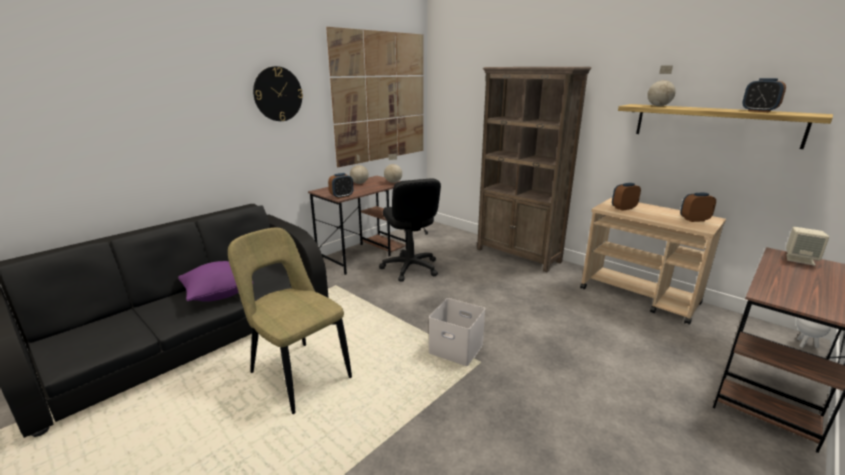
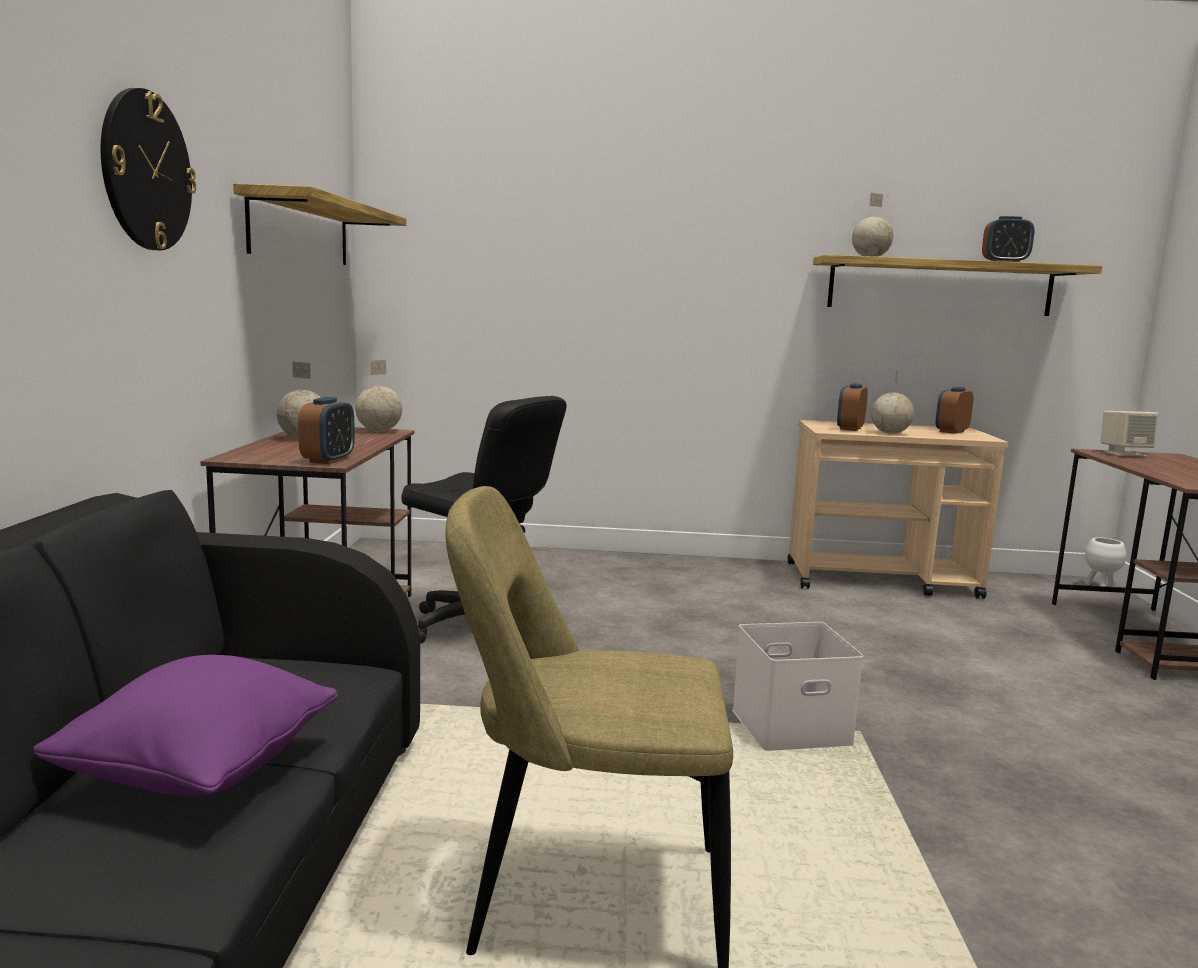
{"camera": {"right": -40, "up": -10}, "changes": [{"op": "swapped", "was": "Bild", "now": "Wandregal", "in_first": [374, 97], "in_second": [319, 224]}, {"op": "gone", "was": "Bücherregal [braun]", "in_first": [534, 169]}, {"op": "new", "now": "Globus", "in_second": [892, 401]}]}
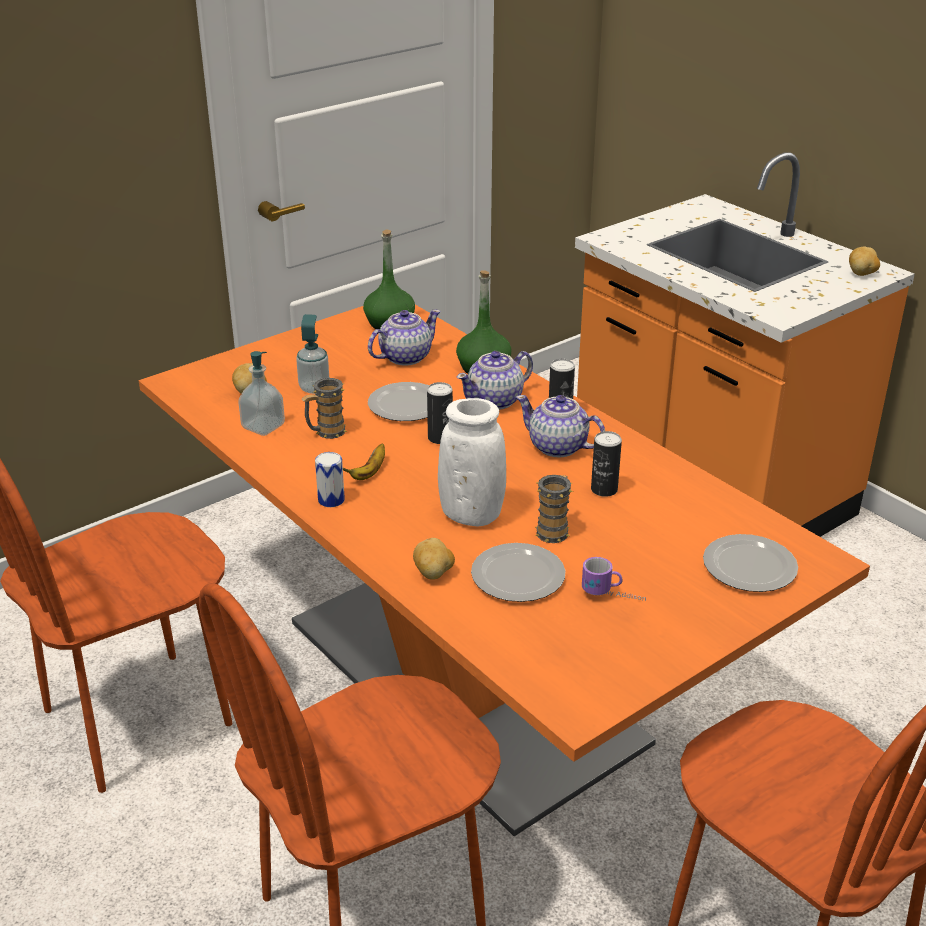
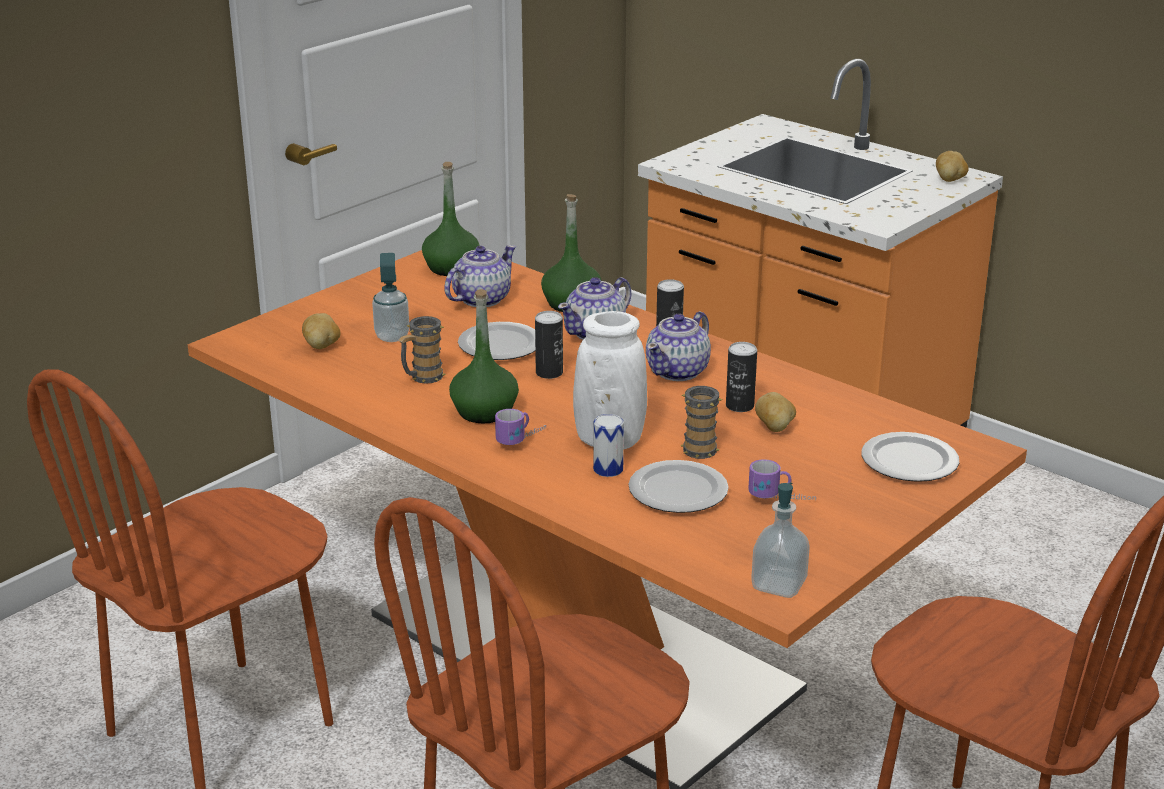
{"camera": {"right": -10, "up": -5}, "changes": [{"op": "shifted", "was": "Seifenspender", "in_first": [261, 393], "in_second": [780, 540]}, {"op": "rotated", "was": "Teekanne", "in_first": [560, 426], "in_second": [678, 346], "clockwise": -75}, {"op": "swapped", "was": "Banane", "now": "Flasche [grün]", "in_first": [364, 461], "in_second": [484, 356]}, {"op": "shifted", "was": "Dose", "in_first": [330, 479], "in_second": [608, 445]}, {"op": "shifted", "was": "Kartoffel", "in_first": [434, 559], "in_second": [775, 412]}, {"op": "new", "now": "Henkelbecher", "in_second": [520, 427]}]}
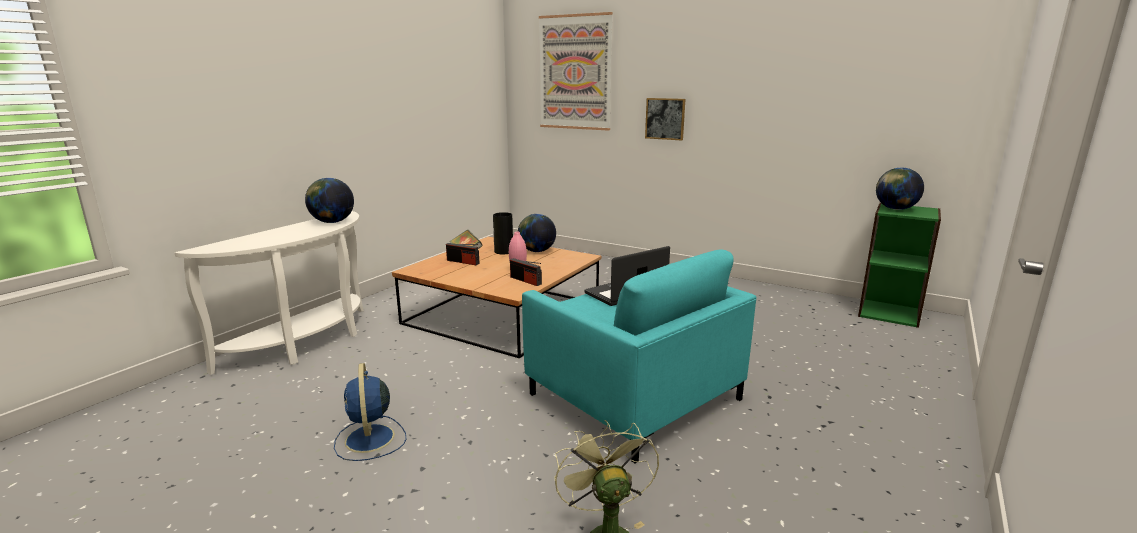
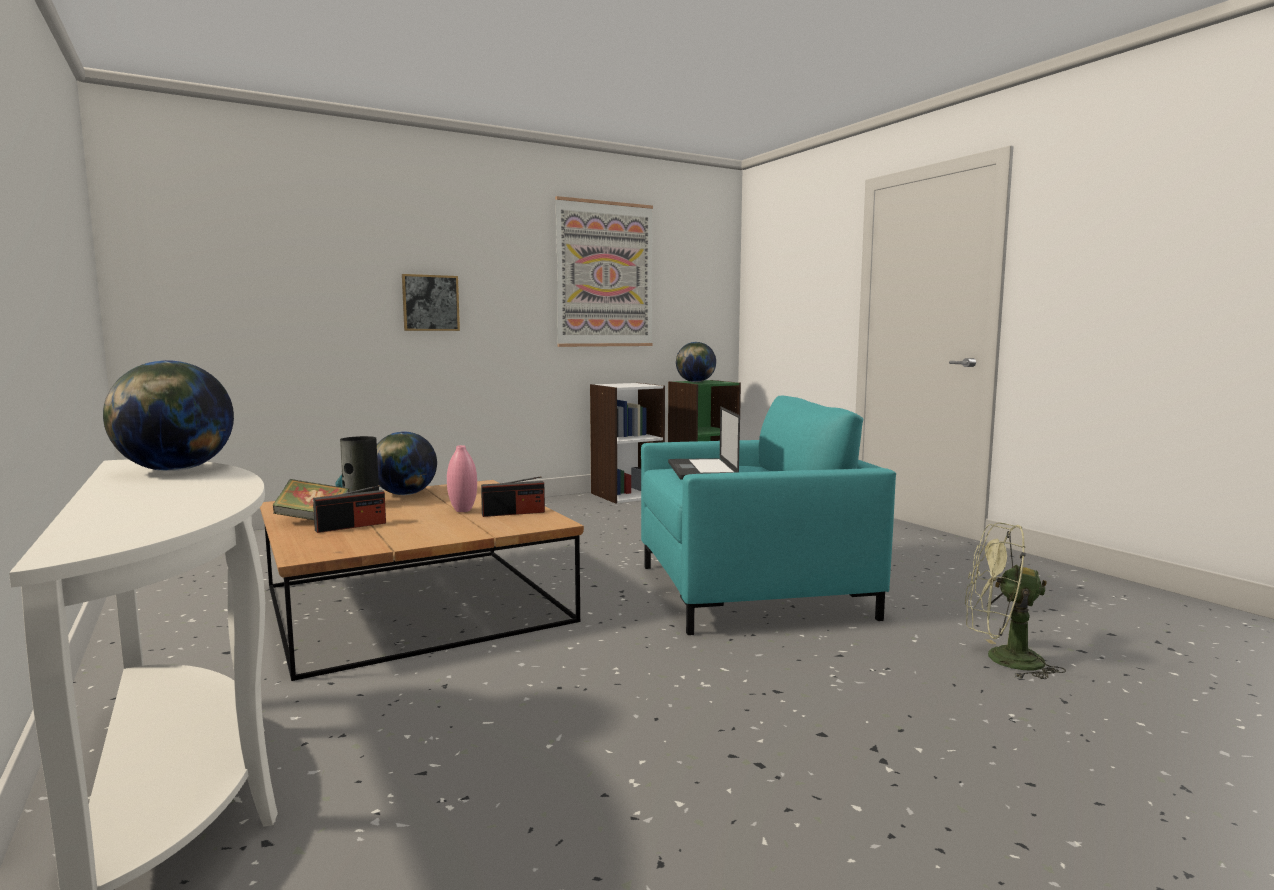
{"camera": {"right": -60, "up": -10}, "changes": [{"op": "shifted", "was": "Bild", "in_first": [576, 71], "in_second": [604, 271]}, {"op": "gone", "was": "Ventilator [blau]", "in_first": [370, 412]}, {"op": "new", "now": "Bücherregal [weiß]", "in_second": [627, 443]}]}
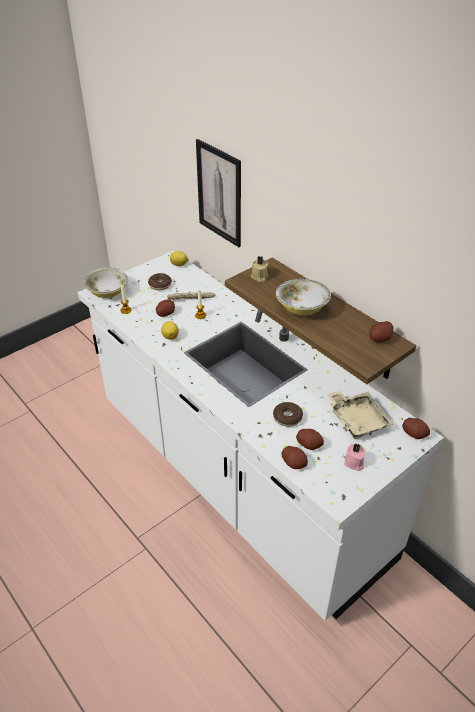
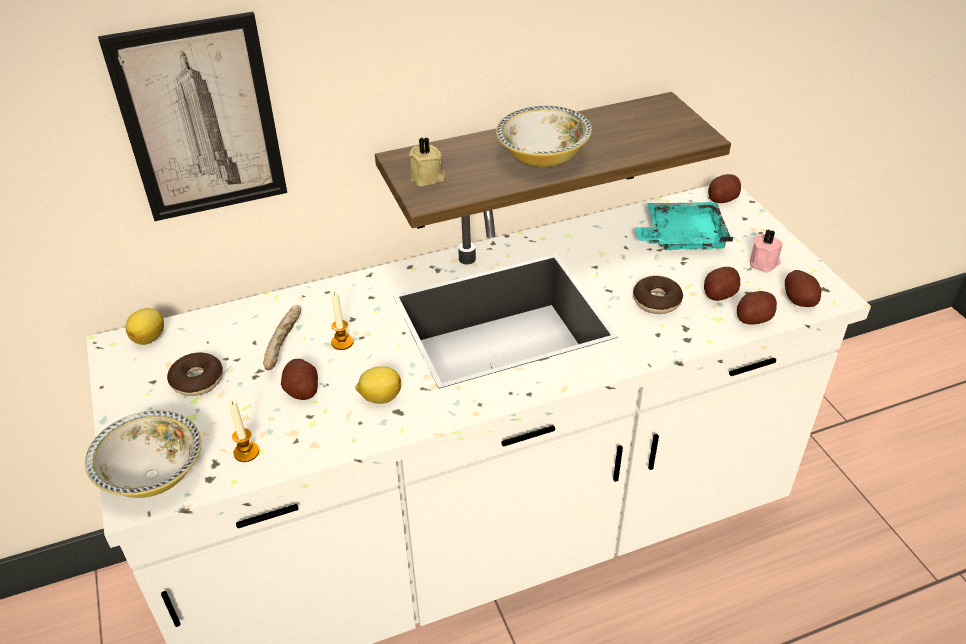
{"camera": {"right": -70, "up": 0}, "changes": [{"op": "shifted", "was": "Kartoffel", "in_first": [381, 331], "in_second": [803, 288]}, {"op": "repainted", "was": "Tablett [beige]", "now": "Tablett [türkis]", "in_first": [360, 415], "in_second": [684, 226]}]}
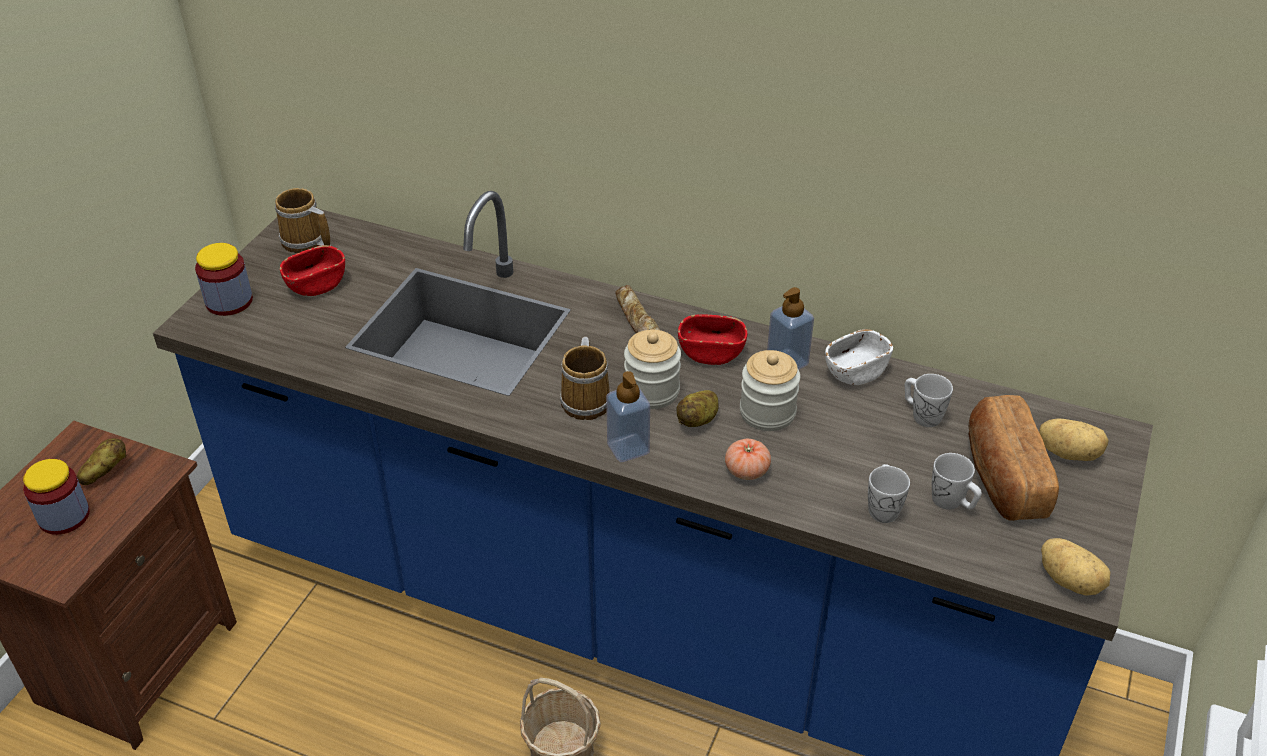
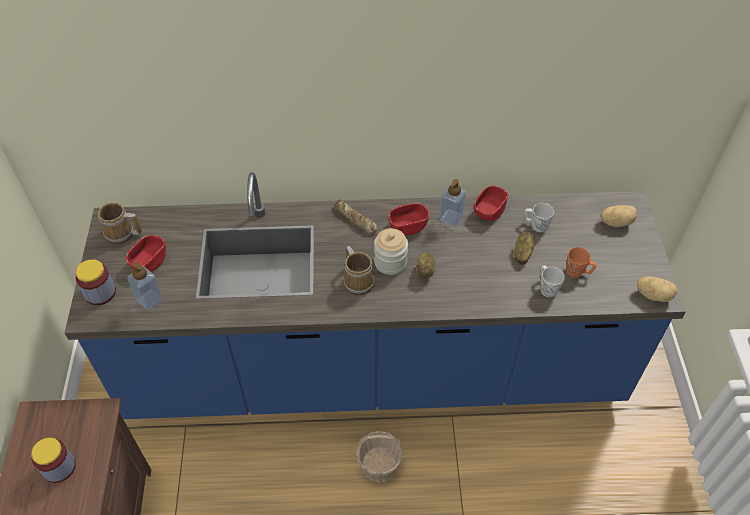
{"camera": {"right": -25, "up": 10}, "changes": [{"op": "repainted", "was": "Schüssel [weiß]", "now": "Schüssel [rot]", "in_first": [859, 357], "in_second": [490, 203]}, {"op": "gone", "was": "Vorratsglas", "in_first": [770, 390]}, {"op": "shifted", "was": "Seifenspender", "in_first": [628, 416], "in_second": [145, 286]}, {"op": "gone", "was": "Brot", "in_first": [1013, 458]}, {"op": "shifted", "was": "Kartoffel", "in_first": [102, 461], "in_second": [524, 248]}, {"op": "gone", "was": "Tomate", "in_first": [748, 459]}, {"op": "repainted", "was": "Henkelbecher [weiß]", "now": "Henkelbecher [orange]", "in_first": [957, 481], "in_second": [581, 262]}]}
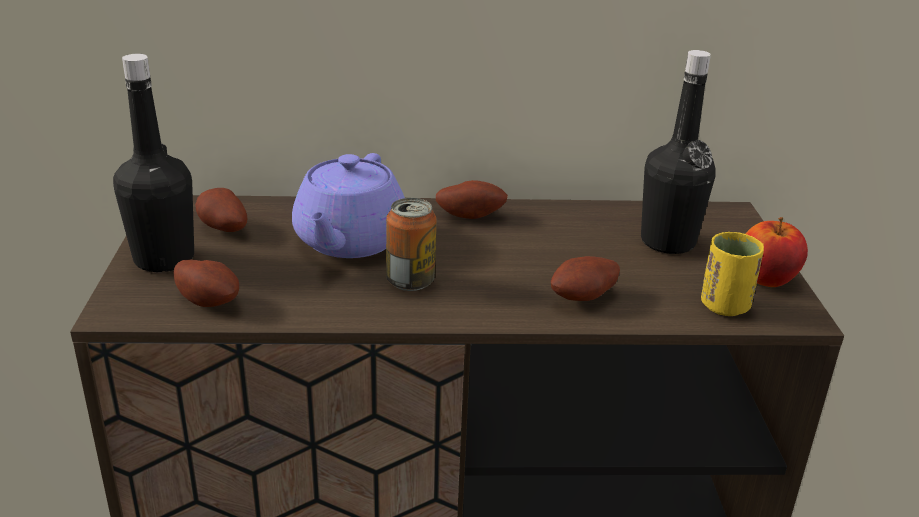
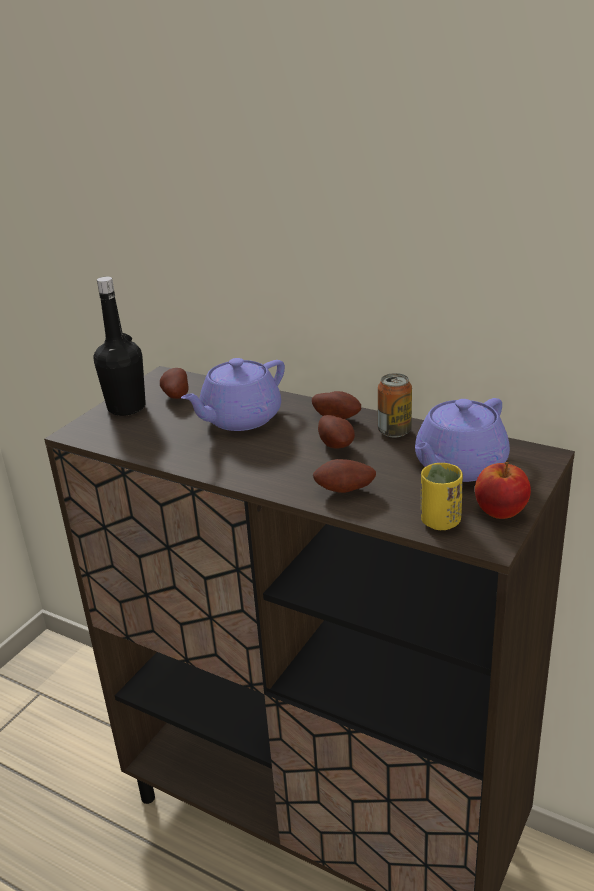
{"camera": {"right": 35, "up": 0}, "changes": [{"op": "swapped", "was": "Flasche [schwarz]", "now": "Teekanne [lila]", "in_first": [678, 152], "in_second": [462, 440]}, {"op": "shifted", "was": "Dose", "in_first": [411, 244], "in_second": [395, 405]}, {"op": "shifted", "was": "Kartoffel", "in_first": [206, 283], "in_second": [336, 432]}]}
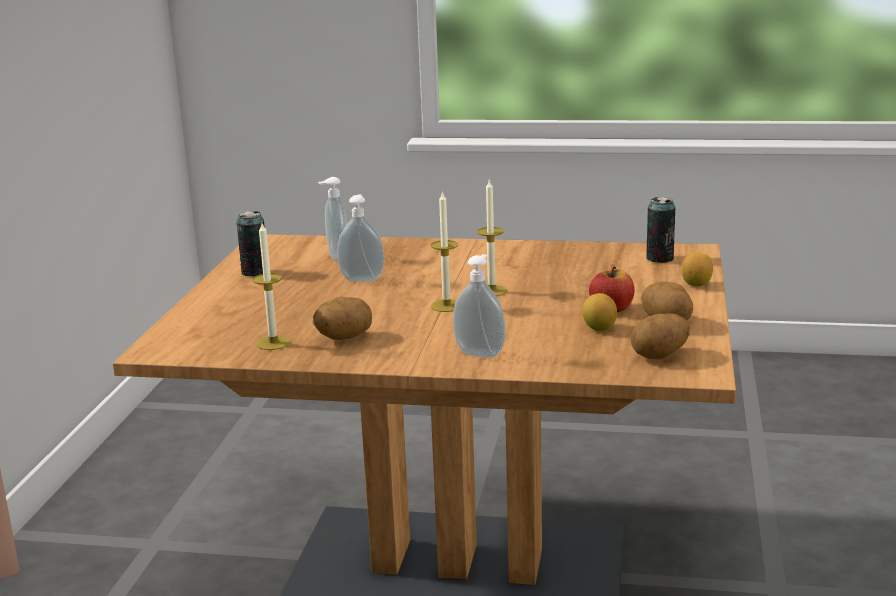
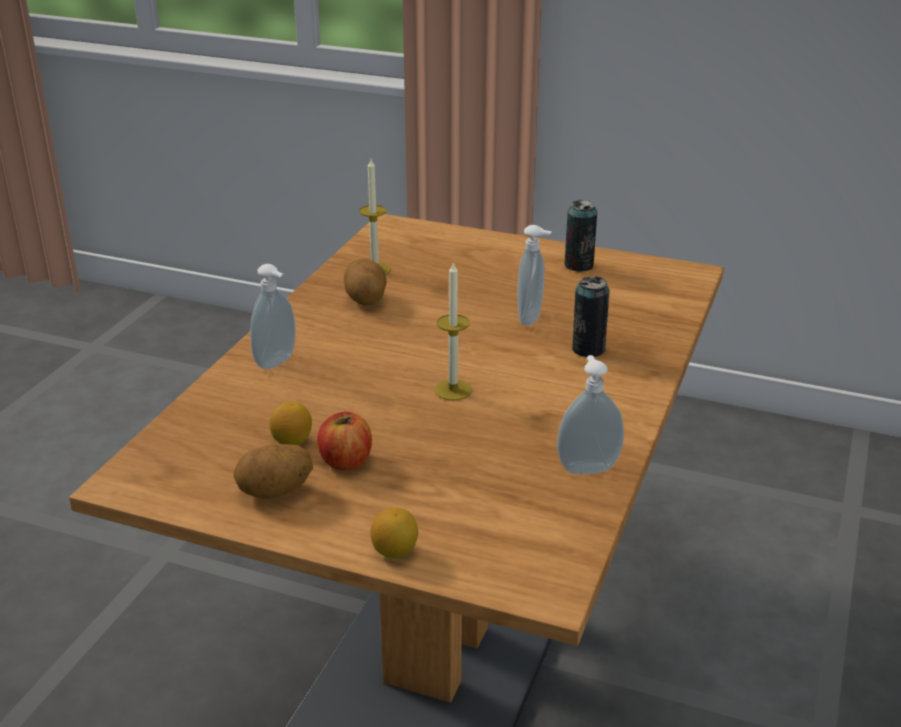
{"camera": {"right": 100, "up": 10}, "changes": [{"op": "shifted", "was": "Seifenspender", "in_first": [332, 219], "in_second": [590, 414]}, {"op": "gone", "was": "Kerze", "in_first": [444, 251]}, {"op": "shifted", "was": "Dose", "in_first": [660, 230], "in_second": [591, 316]}, {"op": "gone", "was": "Kartoffel", "in_first": [660, 336]}]}
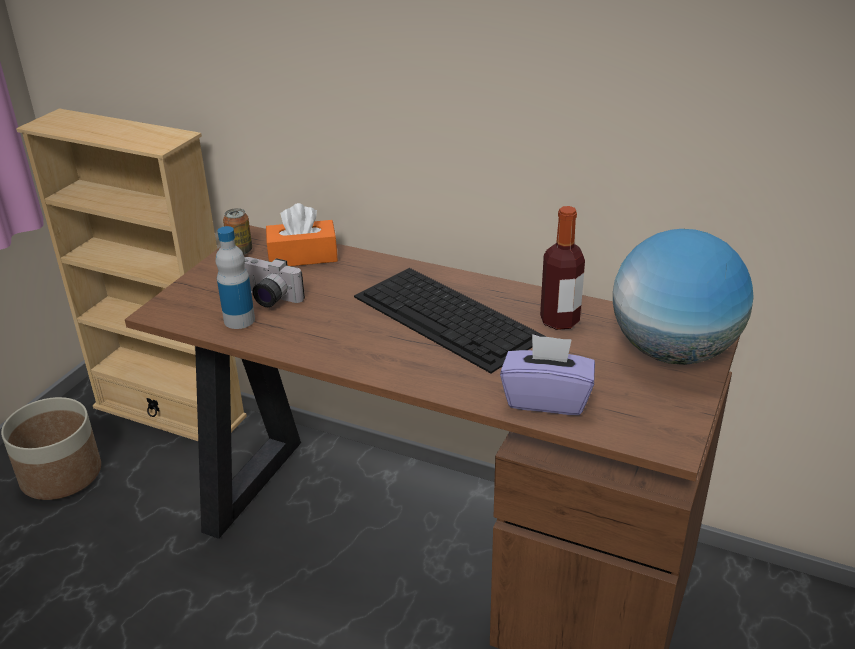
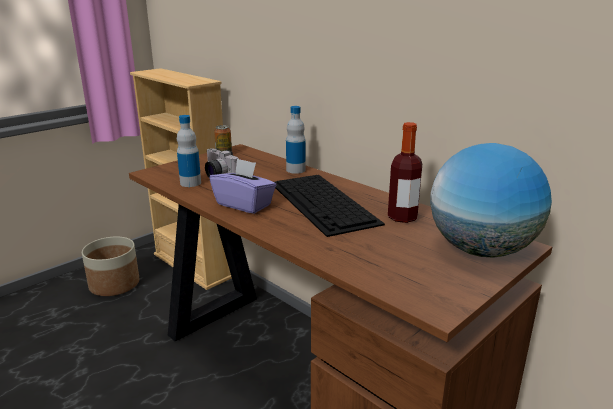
{"camera": {"right": 20, "up": -10}, "changes": [{"op": "gone", "was": "Taschentuchbox [orange]", "in_first": [302, 234]}, {"op": "shifted", "was": "Taschentuchbox [lila]", "in_first": [547, 374], "in_second": [242, 186]}, {"op": "new", "now": "Flasche", "in_second": [296, 140]}]}
